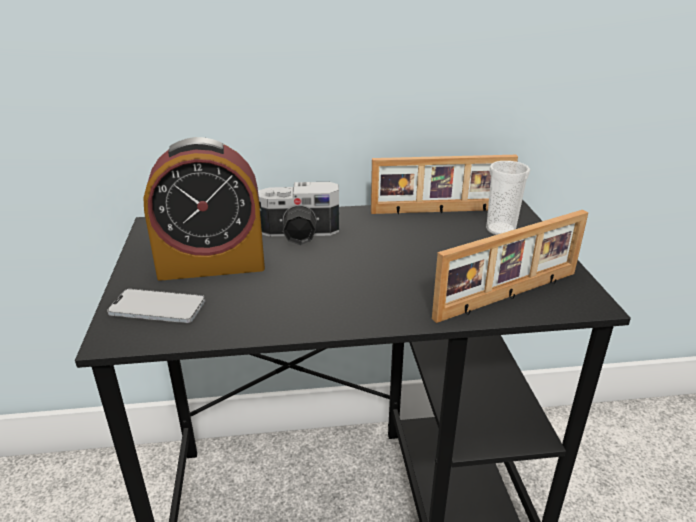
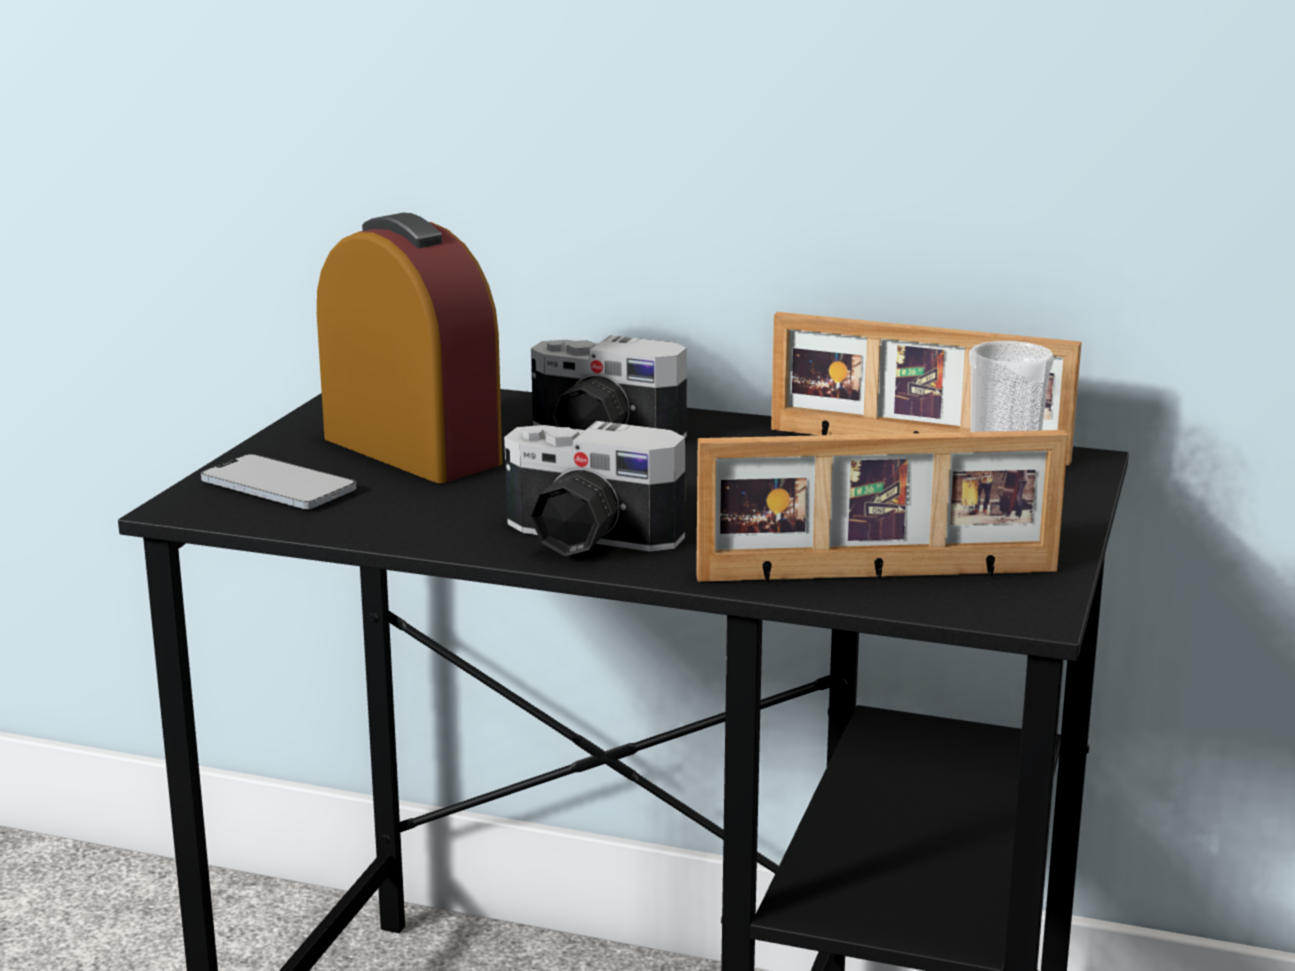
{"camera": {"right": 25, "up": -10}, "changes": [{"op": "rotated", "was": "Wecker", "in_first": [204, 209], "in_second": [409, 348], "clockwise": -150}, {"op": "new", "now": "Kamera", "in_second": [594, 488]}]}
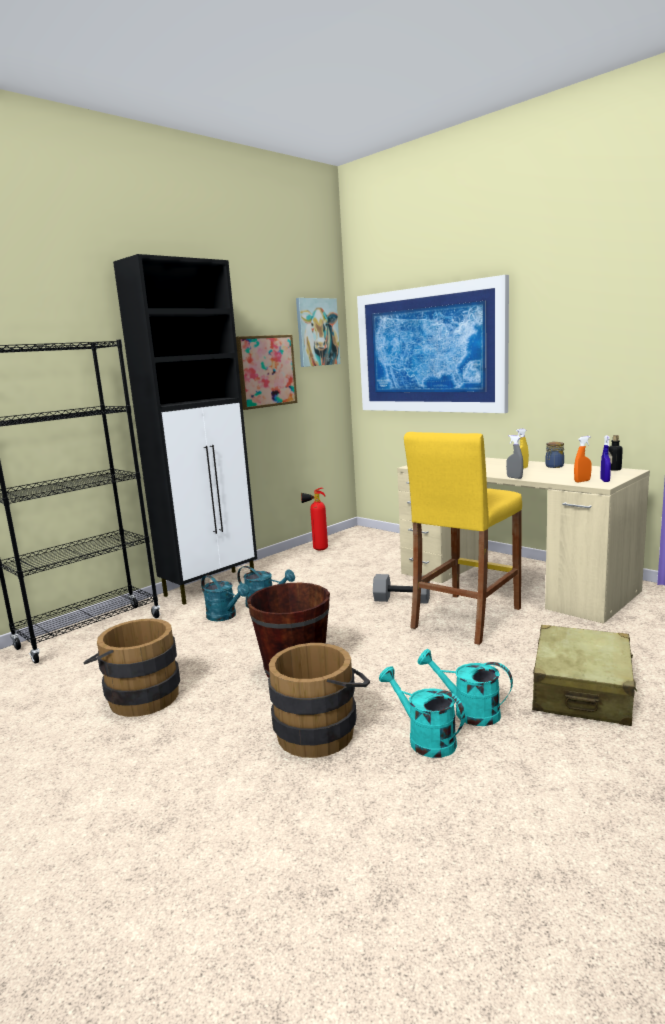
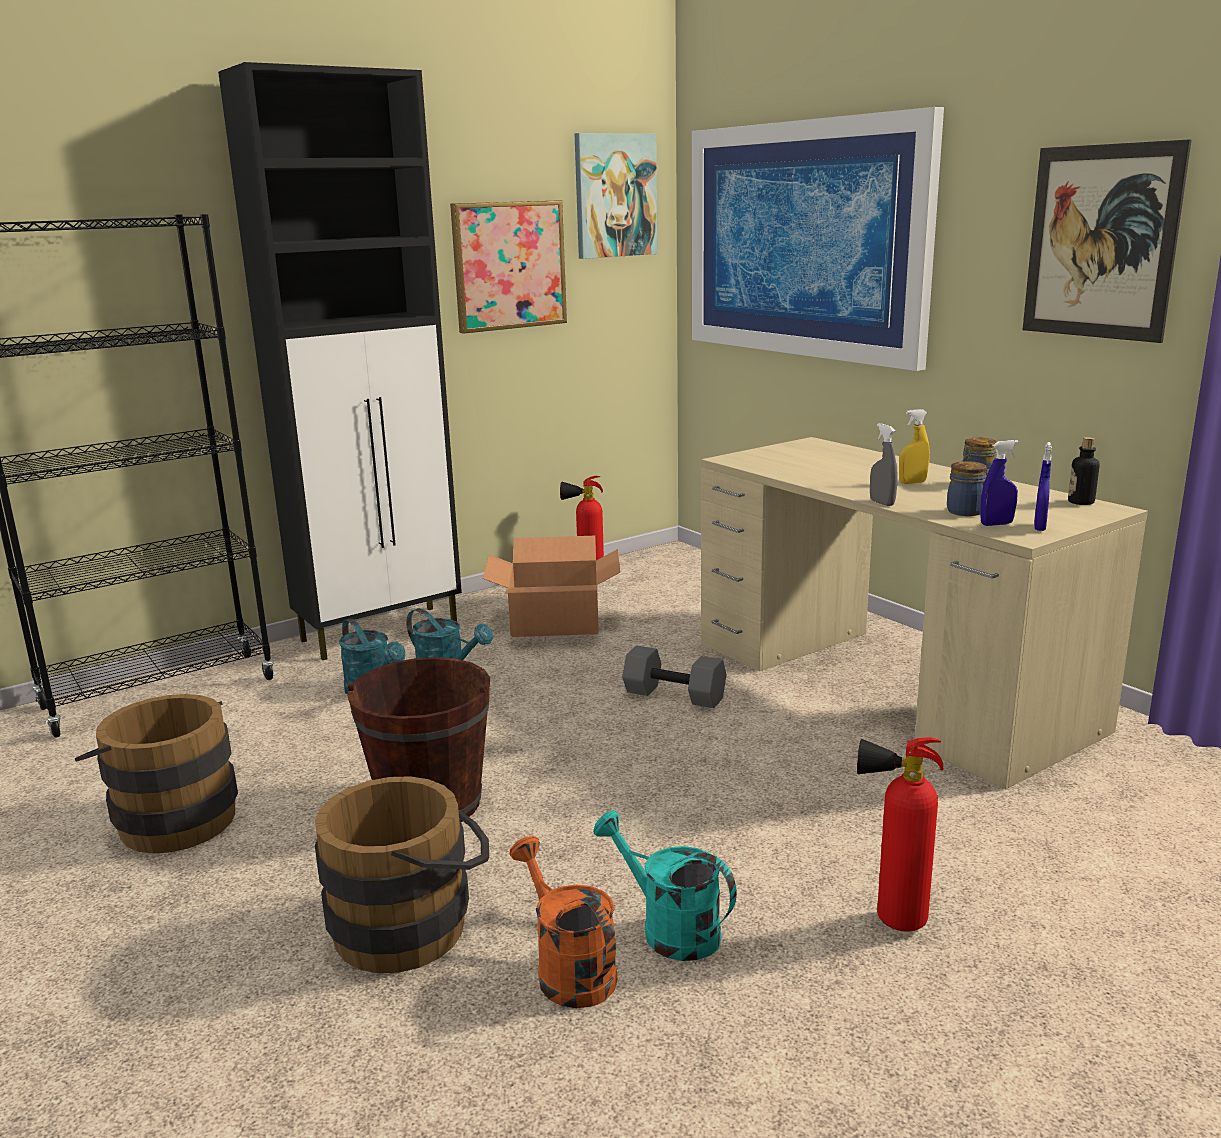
{"camera": {"right": 10, "up": 5}, "changes": [{"op": "gone", "was": "Hocker [gelb]", "in_first": [463, 538]}, {"op": "repainted", "was": "Sprühflasche [orange]", "now": "Sprühflasche [blau]", "in_first": [582, 459], "in_second": [999, 483]}, {"op": "swapped", "was": "Koffer [beige]", "now": "Feuerlöscher", "in_first": [584, 675], "in_second": [900, 834]}, {"op": "repainted", "was": "Gießkanne [türkis]", "now": "Gießkanne [orange]", "in_first": [422, 712], "in_second": [563, 922]}, {"op": "new", "now": "Bild", "in_second": [1107, 241]}, {"op": "new", "now": "Vorratsglas", "in_second": [968, 488]}, {"op": "new", "now": "Karton", "in_second": [551, 586]}]}
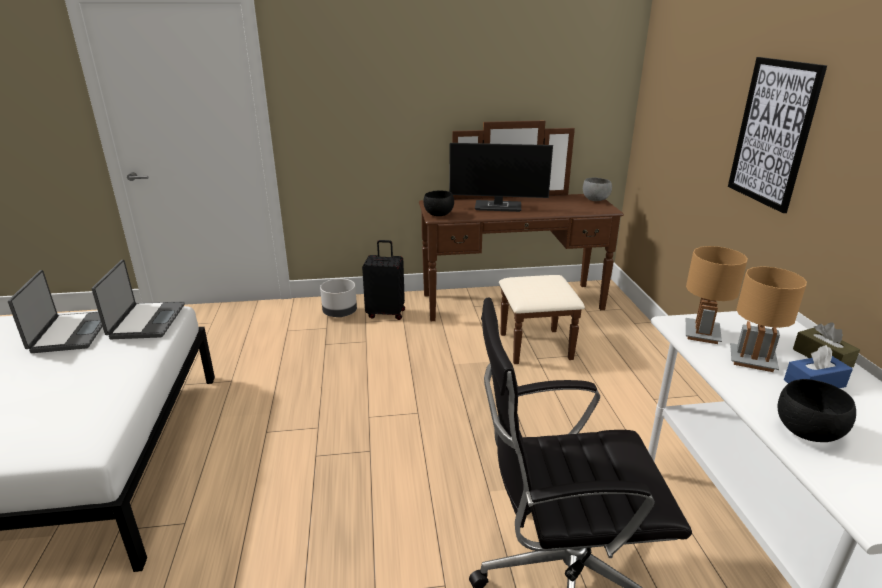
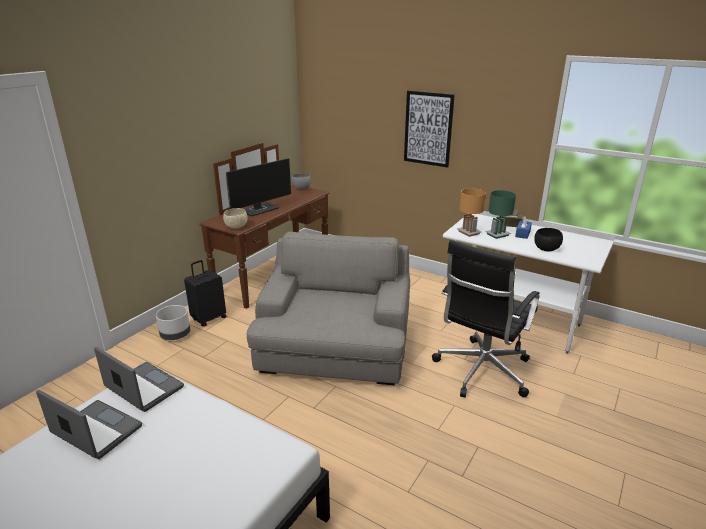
{"camera": {"right": -50, "up": 0}, "changes": [{"op": "repainted", "was": "Schüssel [schwarz]", "now": "Schüssel [beige]", "in_first": [438, 203], "in_second": [235, 218]}, {"op": "repainted", "was": "Tischlampe [braun]", "now": "Tischlampe [grün]", "in_first": [768, 319], "in_second": [500, 214]}, {"op": "new", "now": "Sessel [grau]", "in_second": [328, 308]}]}
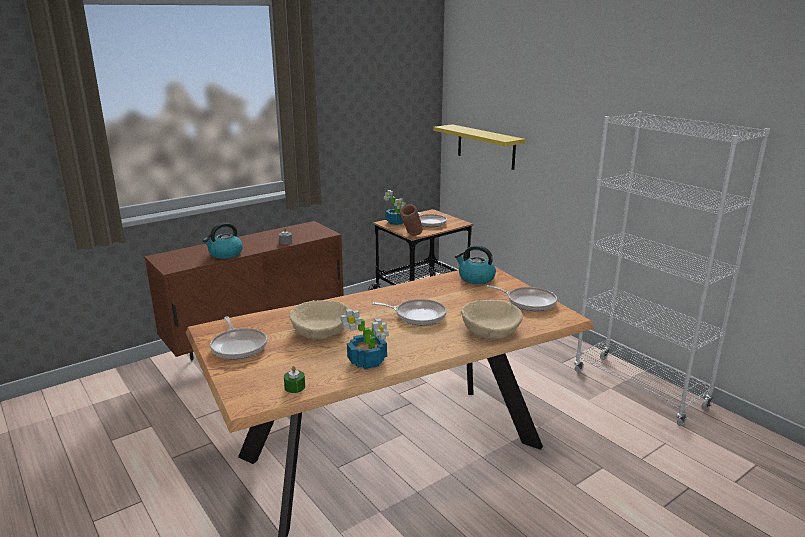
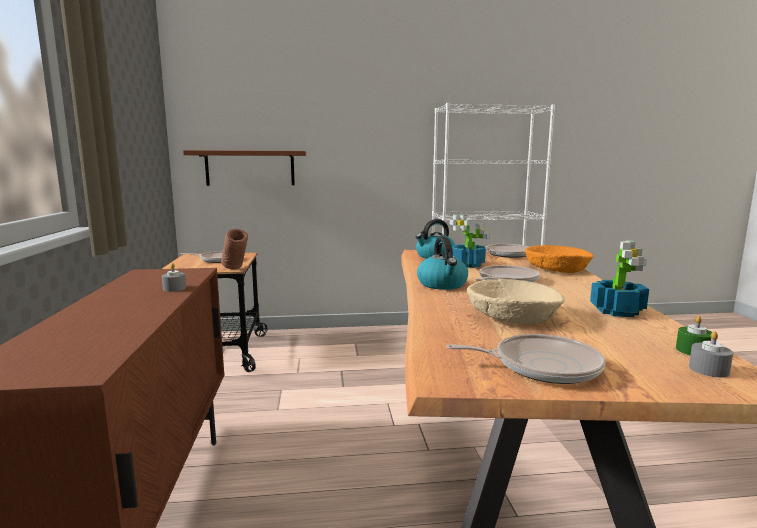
{"camera": {"right": -60, "up": -10}, "changes": [{"op": "repainted", "was": "Wandregal [gelb]", "now": "Wandregal [braun]", "in_first": [479, 147], "in_second": [244, 168]}, {"op": "shifted", "was": "Topfpflanze", "in_first": [394, 207], "in_second": [470, 241]}, {"op": "shifted", "was": "Wasserkessel", "in_first": [223, 241], "in_second": [442, 263]}, {"op": "repainted", "was": "Schüssel [beige]", "now": "Schüssel [orange]", "in_first": [492, 319], "in_second": [559, 259]}, {"op": "new", "now": "Kerze [grau]", "in_second": [711, 354]}]}
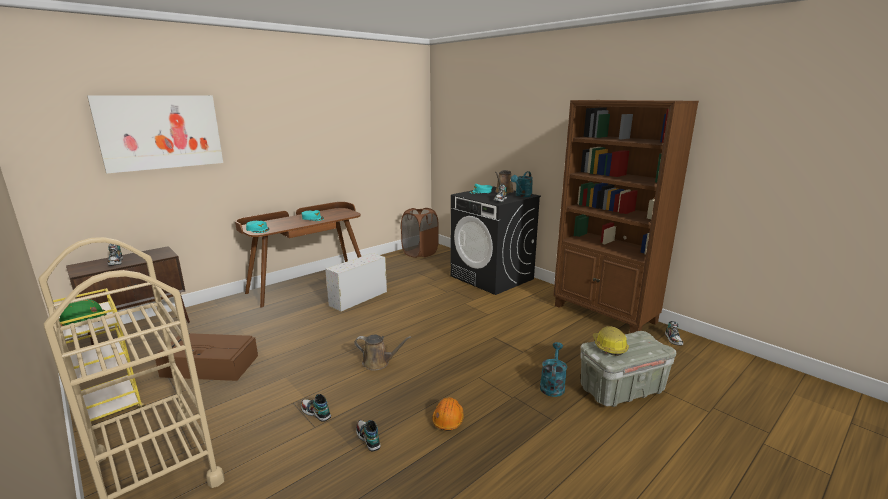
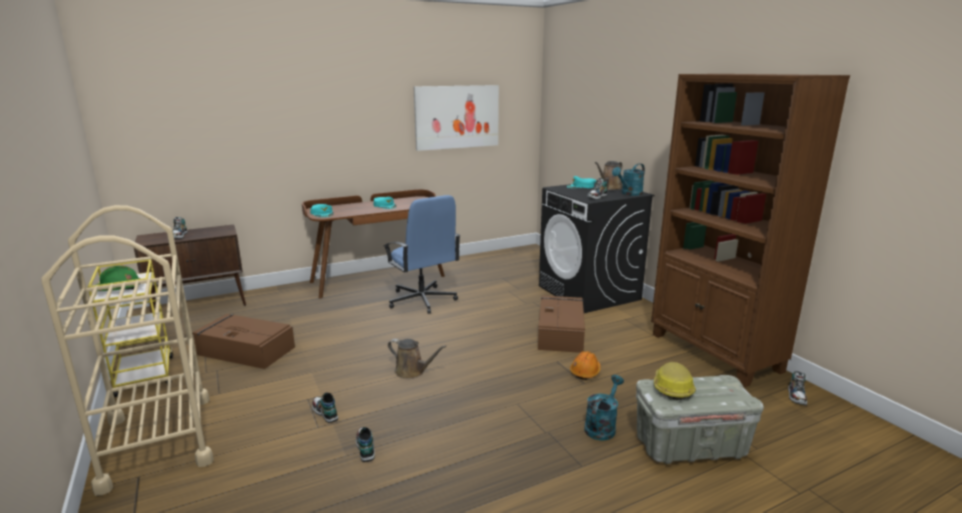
{"camera": {"right": 15, "up": 0}, "changes": [{"op": "shifted", "was": "Bild", "in_first": [155, 134], "in_second": [456, 118]}, {"op": "gone", "was": "Wäschekorb [braun]", "in_first": [420, 233]}, {"op": "swapped", "was": "Aufbewahrungsbox [weiß]", "now": "Bürostuhl [blau]", "in_first": [356, 282], "in_second": [422, 254]}, {"op": "shifted", "was": "Schutzhelm [orange]", "in_first": [448, 414], "in_second": [585, 365]}, {"op": "new", "now": "Aufbewahrungsbox [braun]", "in_second": [561, 324]}]}
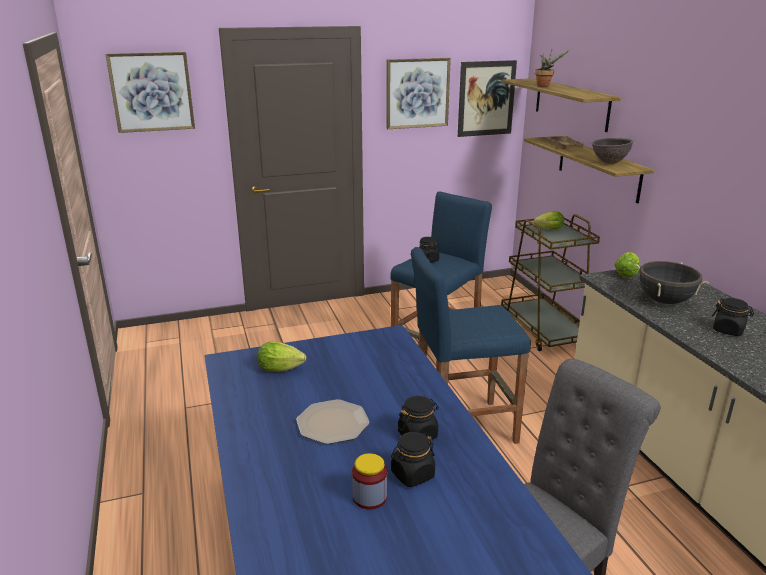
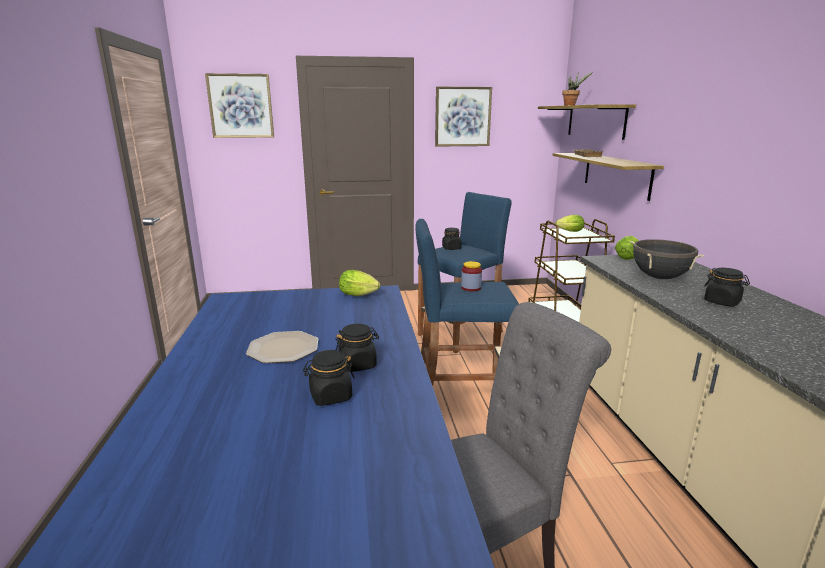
{"camera": {"right": 10, "up": -5}, "changes": [{"op": "gone", "was": "Bild", "in_first": [487, 98]}, {"op": "gone", "was": "Schüssel [braun]", "in_first": [612, 151]}, {"op": "shifted", "was": "Salatkopf", "in_first": [282, 357], "in_second": [359, 283]}, {"op": "shifted", "was": "Vorratsglas", "in_first": [369, 481], "in_second": [471, 276]}]}
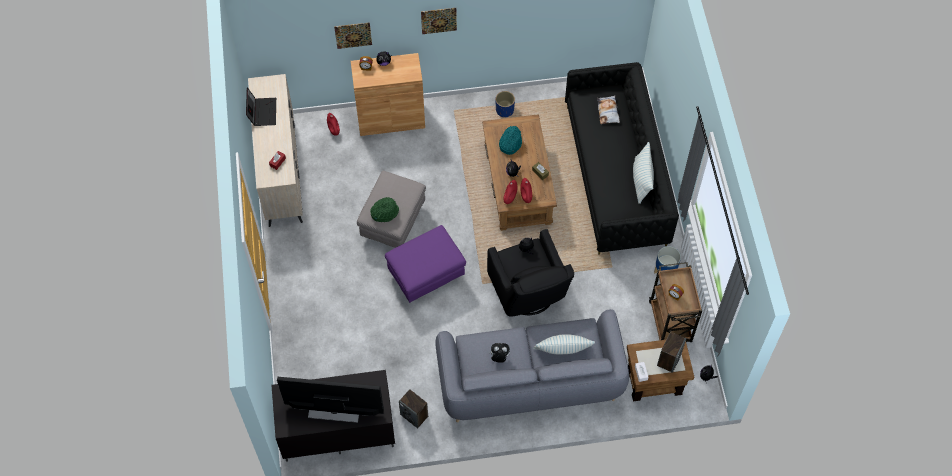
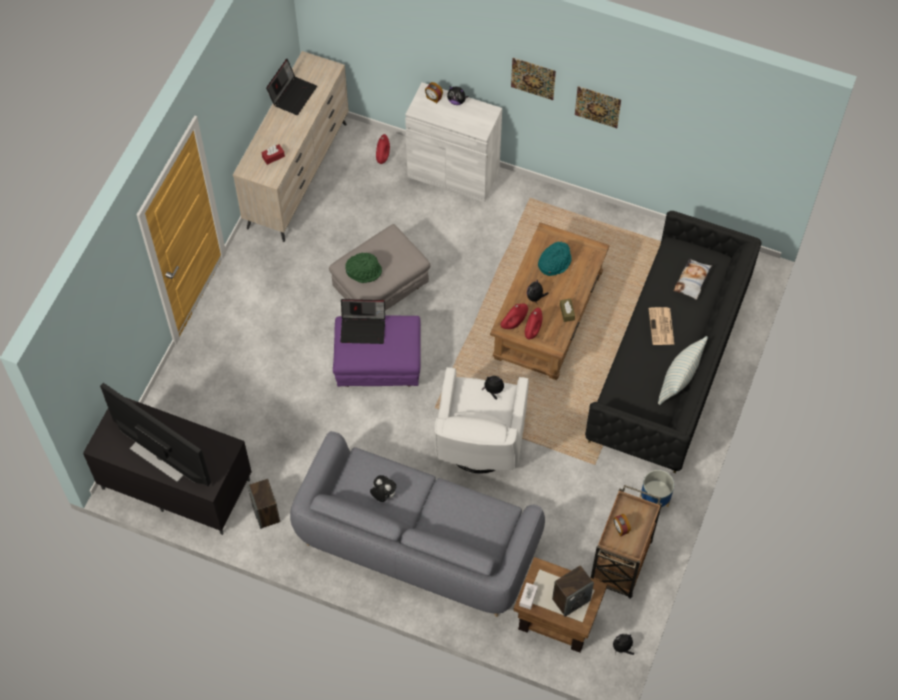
{"camera": {"right": 30, "up": 0}, "changes": [{"op": "shifted", "was": "Bild", "in_first": [353, 35], "in_second": [598, 107]}, {"op": "repainted", "was": "Schrank [braun]", "now": "Schrank [weiß]", "in_first": [388, 94], "in_second": [453, 142]}, {"op": "gone", "was": "Pflanzkübel [blau]", "in_first": [505, 104]}, {"op": "repainted", "was": "Sessel [schwarz]", "now": "Sessel [weiß]", "in_first": [530, 273], "in_second": [481, 420]}, {"op": "gone", "was": "Kissen", "in_first": [564, 344]}, {"op": "new", "now": "Laptop", "in_second": [362, 321]}, {"op": "new", "now": "Zeitung", "in_second": [661, 326]}]}
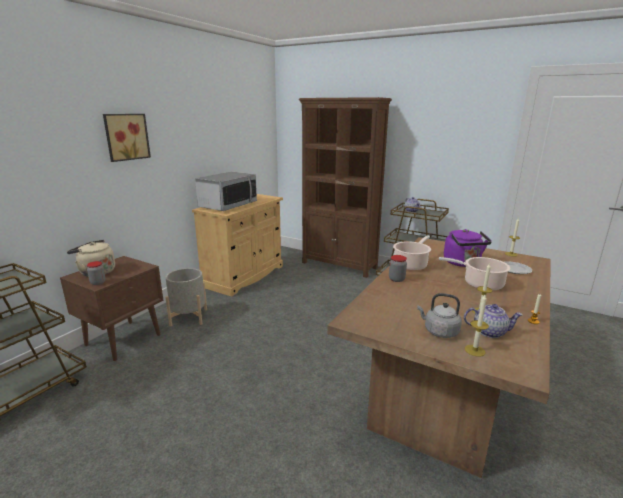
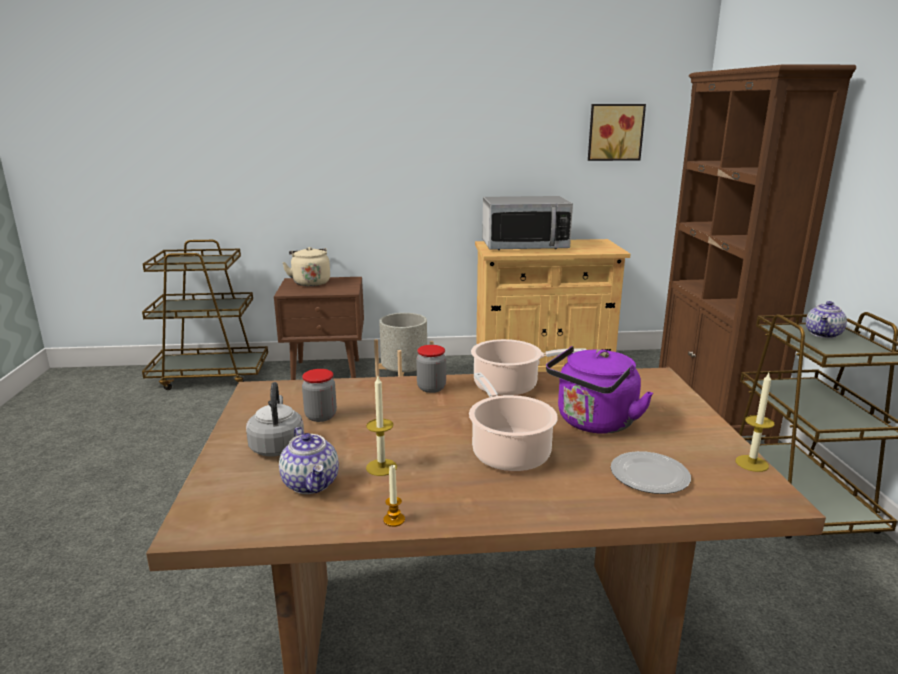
{"camera": {"right": 55, "up": 0}, "changes": [{"op": "shifted", "was": "Bild", "in_first": [127, 138], "in_second": [617, 132]}, {"op": "shifted", "was": "Vorratsglas", "in_first": [96, 273], "in_second": [319, 395]}, {"op": "gone", "was": "Kerze", "in_first": [477, 326]}]}
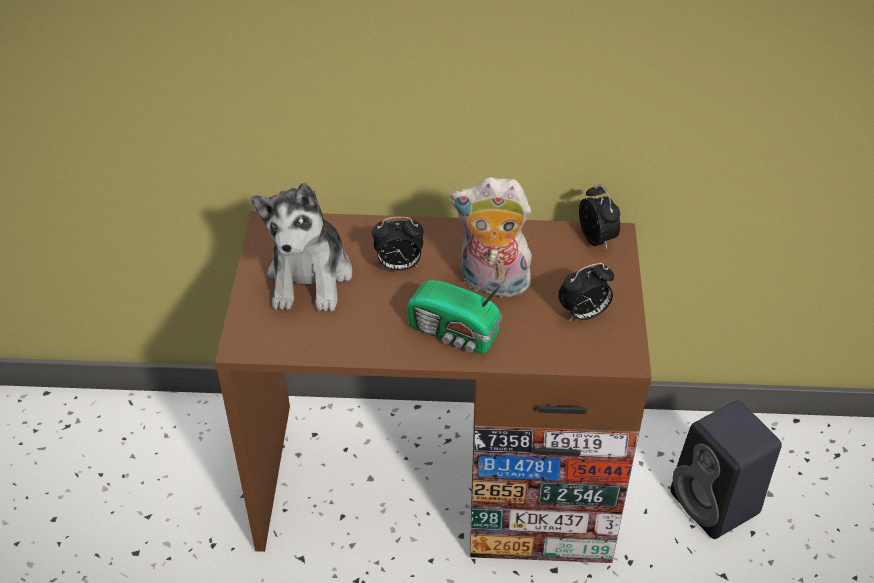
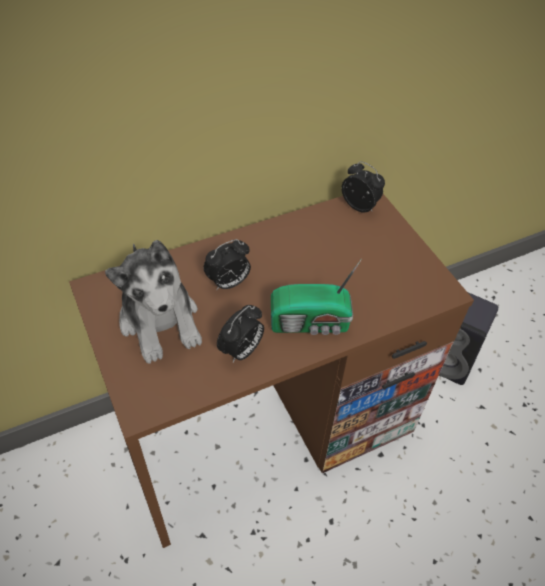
{"camera": {"right": -30, "up": 5}, "changes": [{"op": "gone", "was": "Plüschtier", "in_first": [491, 239]}, {"op": "shifted", "was": "Wecker", "in_first": [586, 292], "in_second": [240, 333]}]}
